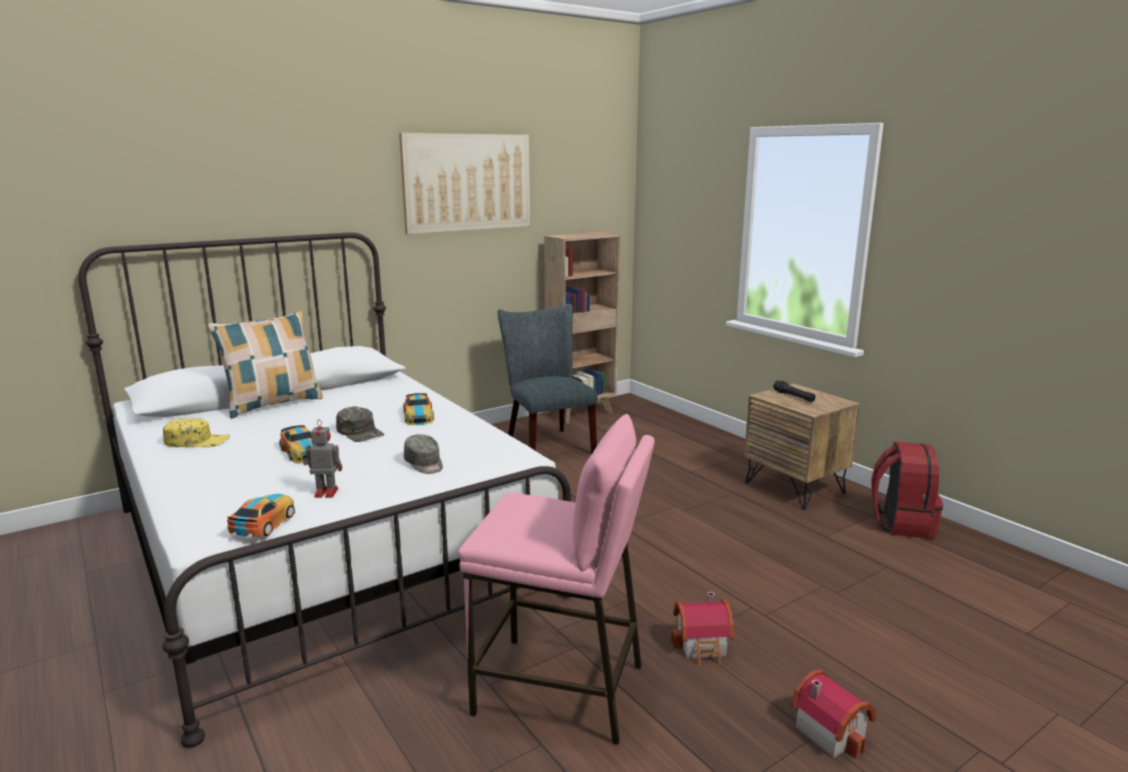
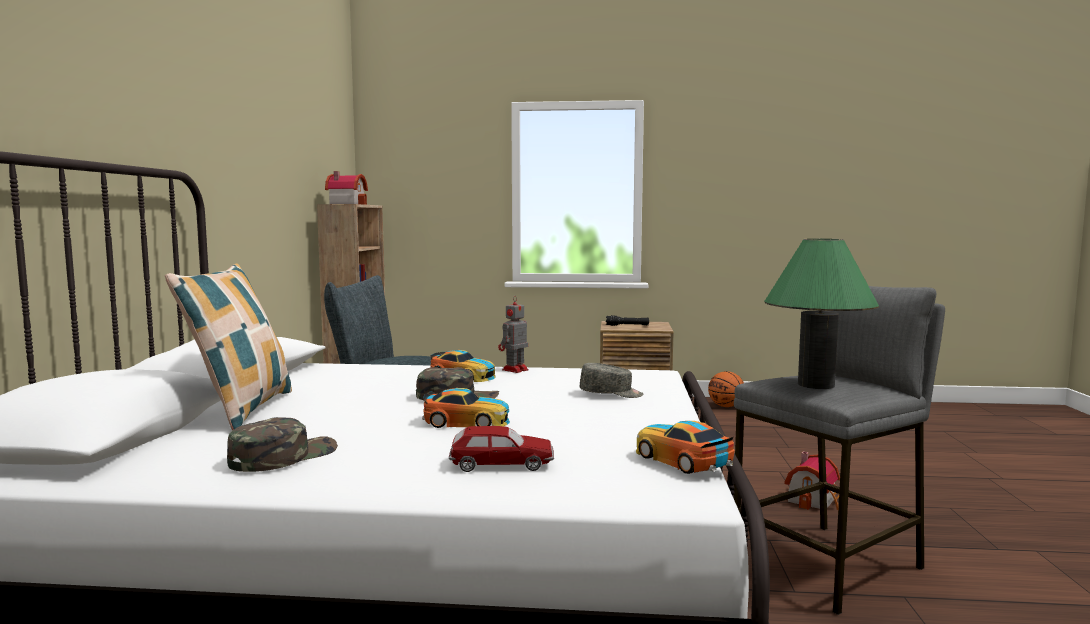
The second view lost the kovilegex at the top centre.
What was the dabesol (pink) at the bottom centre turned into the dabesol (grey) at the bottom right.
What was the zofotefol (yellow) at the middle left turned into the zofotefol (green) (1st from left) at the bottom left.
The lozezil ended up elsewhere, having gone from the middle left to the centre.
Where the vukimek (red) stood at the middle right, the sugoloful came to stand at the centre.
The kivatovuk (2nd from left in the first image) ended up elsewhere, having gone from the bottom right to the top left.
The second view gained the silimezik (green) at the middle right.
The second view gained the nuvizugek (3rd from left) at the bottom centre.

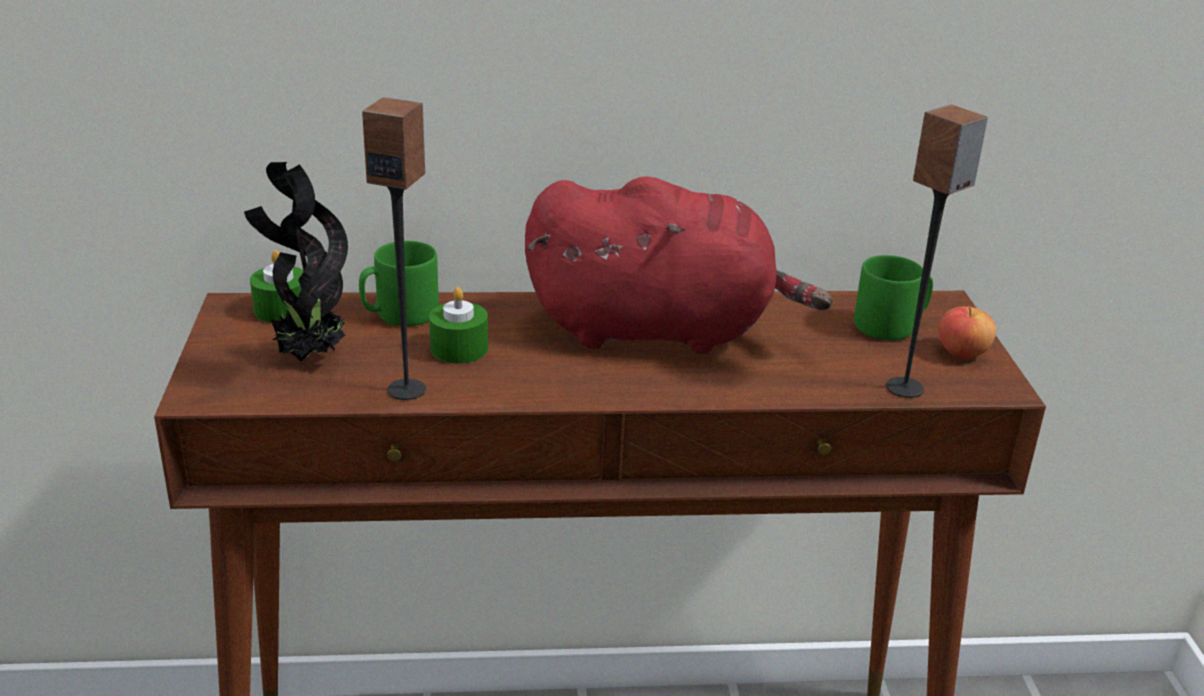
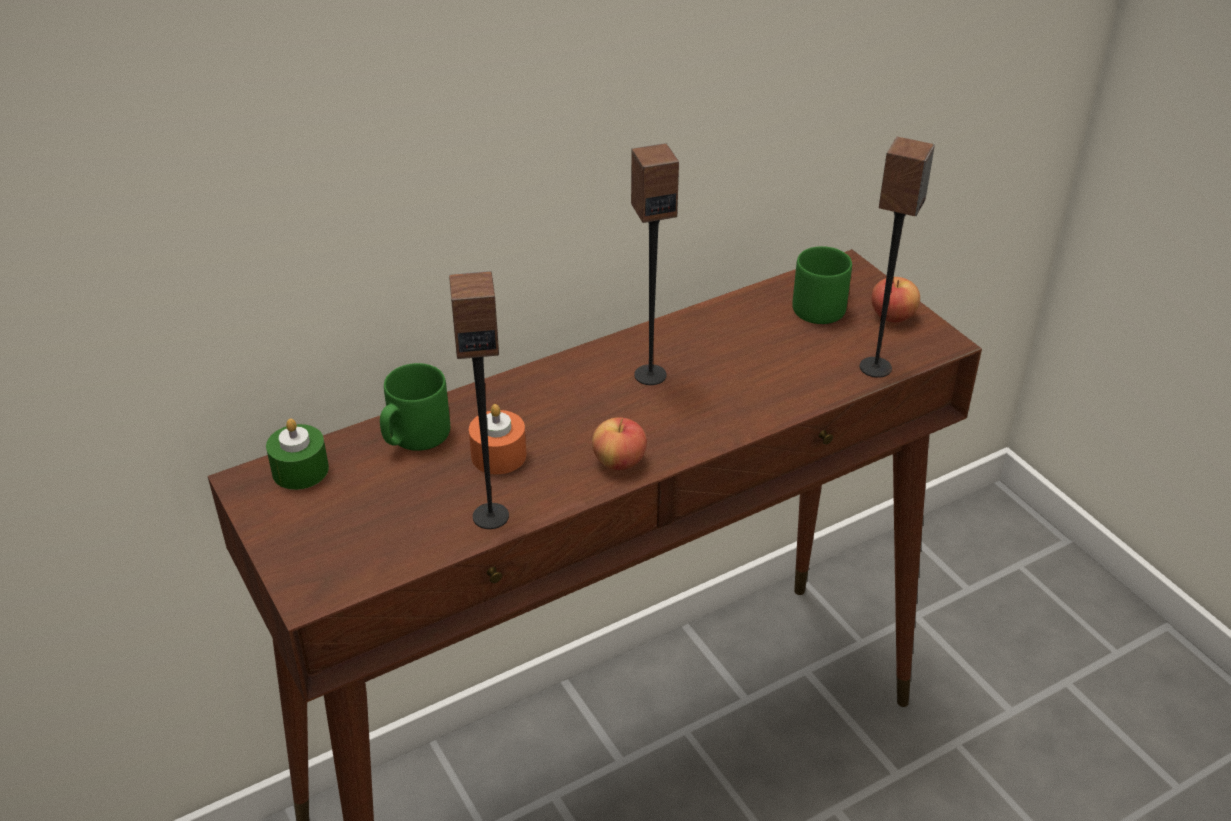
The second view lost the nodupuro at the middle left.
Where the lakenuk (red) stood at the centre, the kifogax (2nd from left) came to stand at the top centre.
What was the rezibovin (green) (2nd from left) at the centre turned into the rezibovin (orange) at the centre.
The second view gained the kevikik (1st from left) at the centre.

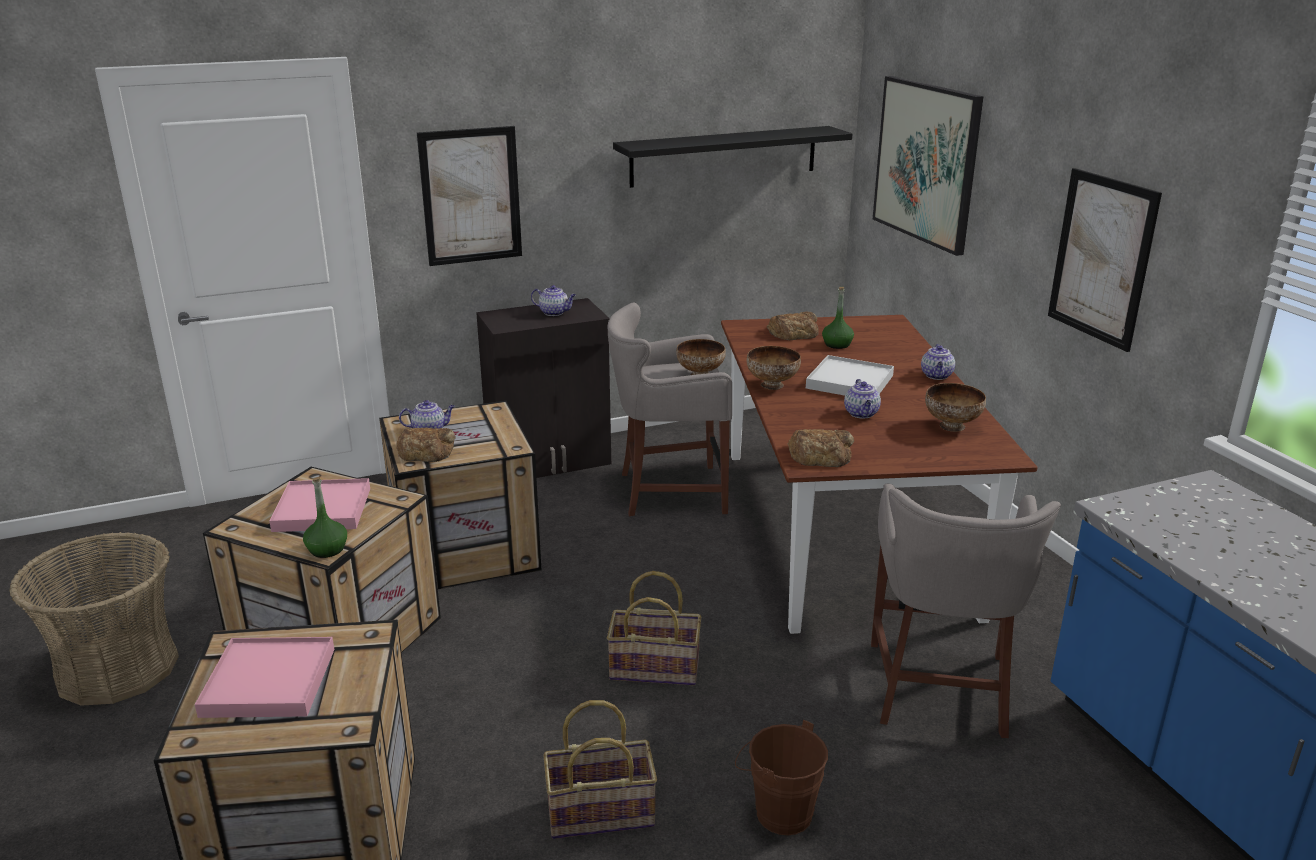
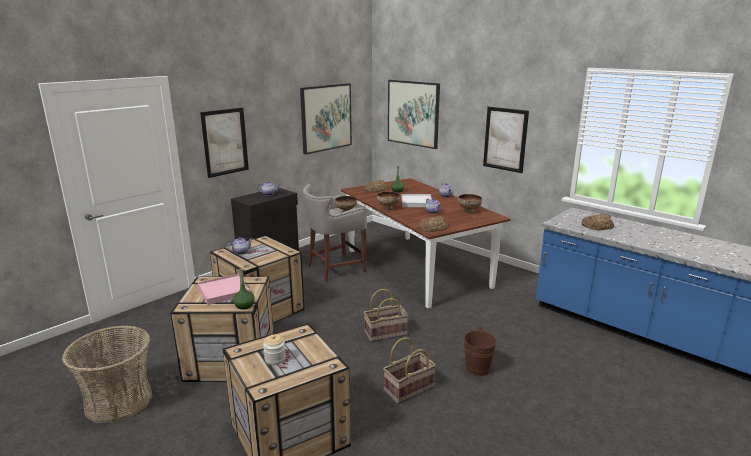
Where the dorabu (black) hung at the top centre, the kovilegex (2nd from left) came to hang at the top centre.
The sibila (1st from left in the first image) ended up elsewhere, having gone from the middle left to the middle right.
The second view lost the dabesol (grey) (2nd from left) at the bottom right.
Where the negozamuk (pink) (1st from left) stood at the bottom left, the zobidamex came to stand at the bottom centre.

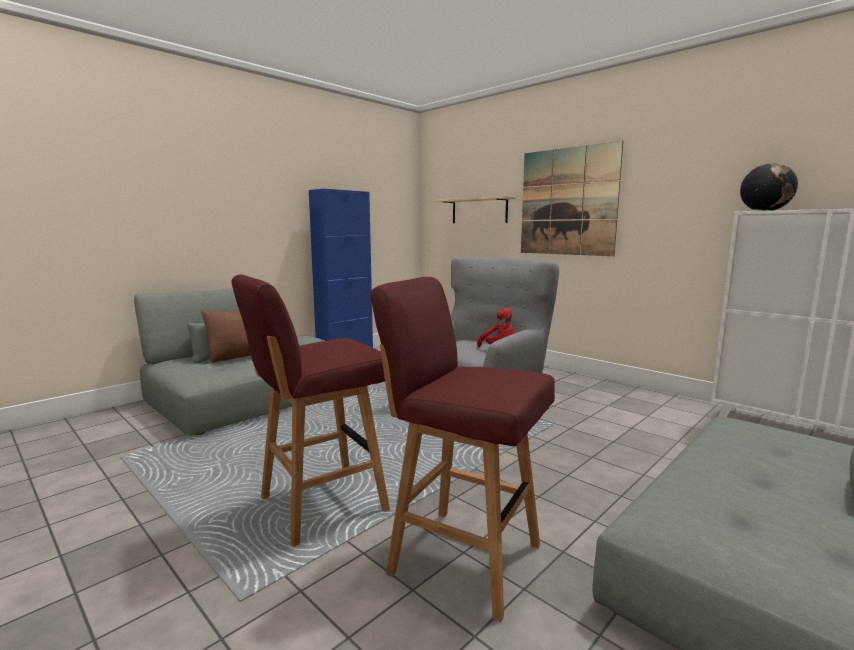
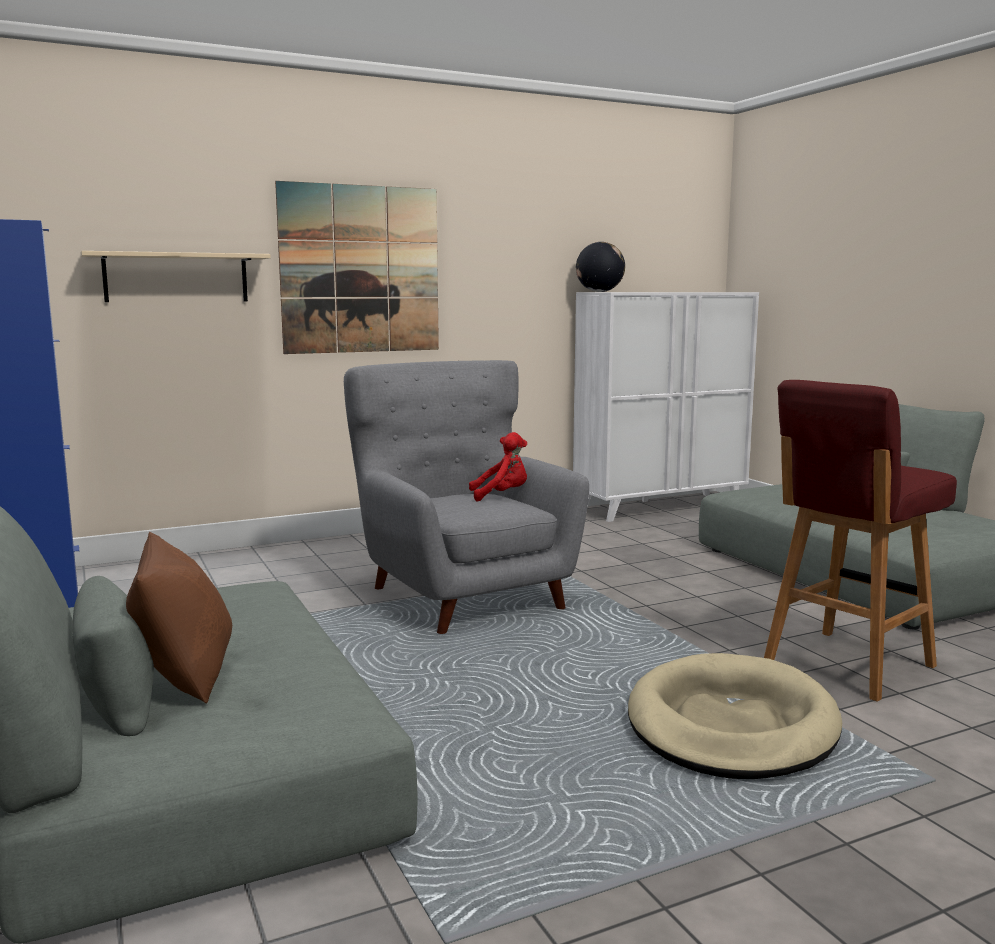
Where the dabesol (red) (1st from left) stood at the centre, the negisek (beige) came to stand at the bottom right.

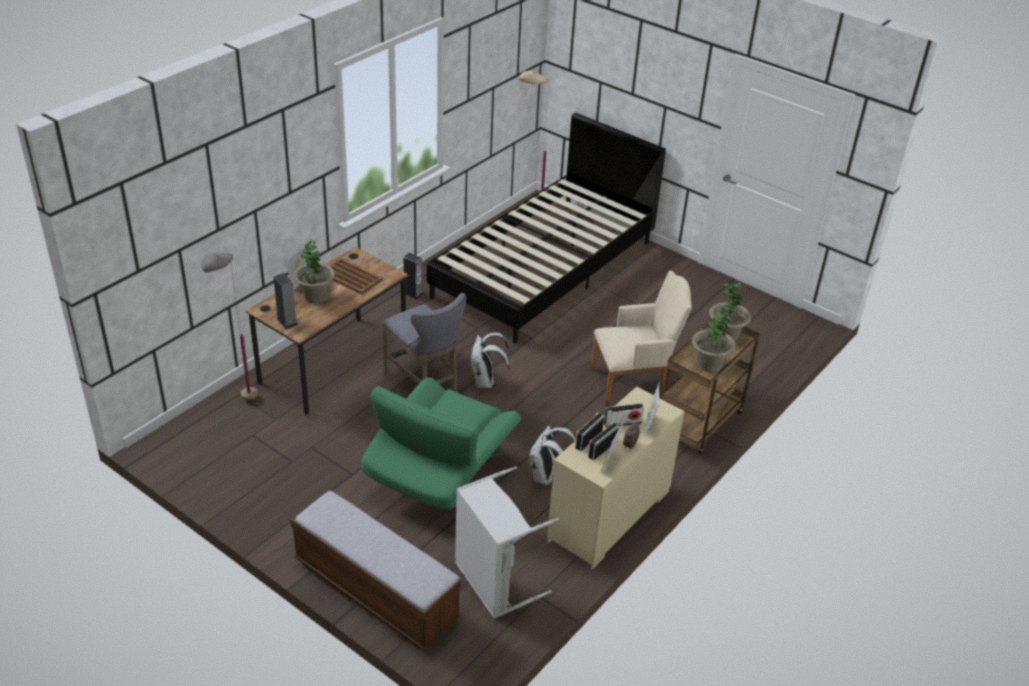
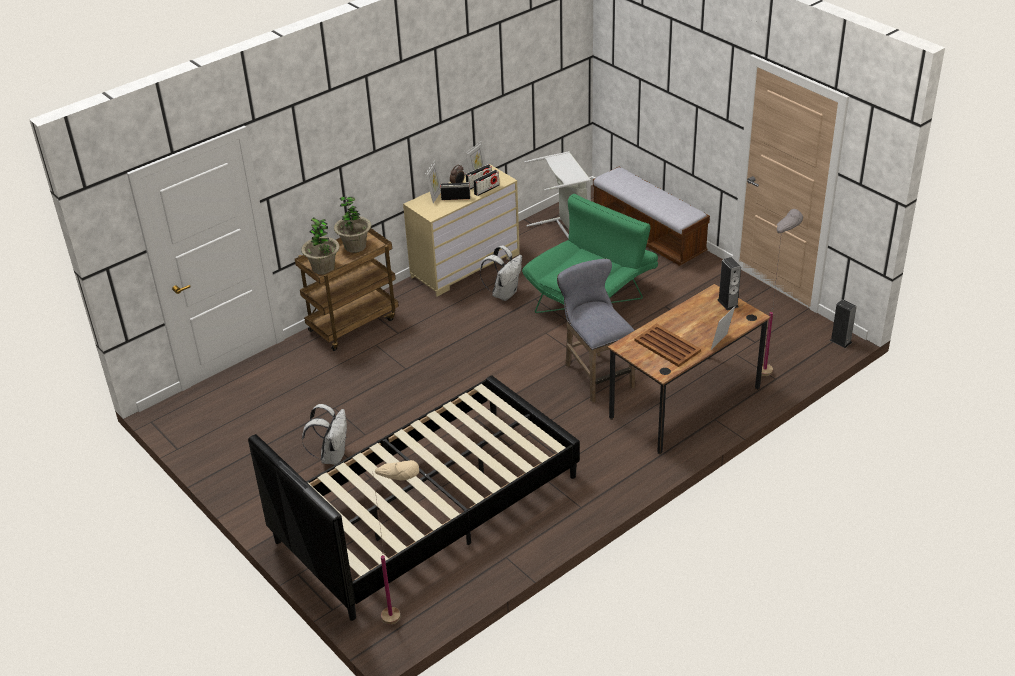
The second view lost the nodupuro (1st from left) at the middle left.
The kifogax (2nd from left) ended up elsewhere, having gone from the centre to the middle right.
The second view lost the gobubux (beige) at the centre.
The vukimek (white) (1st from left) ended up elsewhere, having gone from the centre to the middle left.

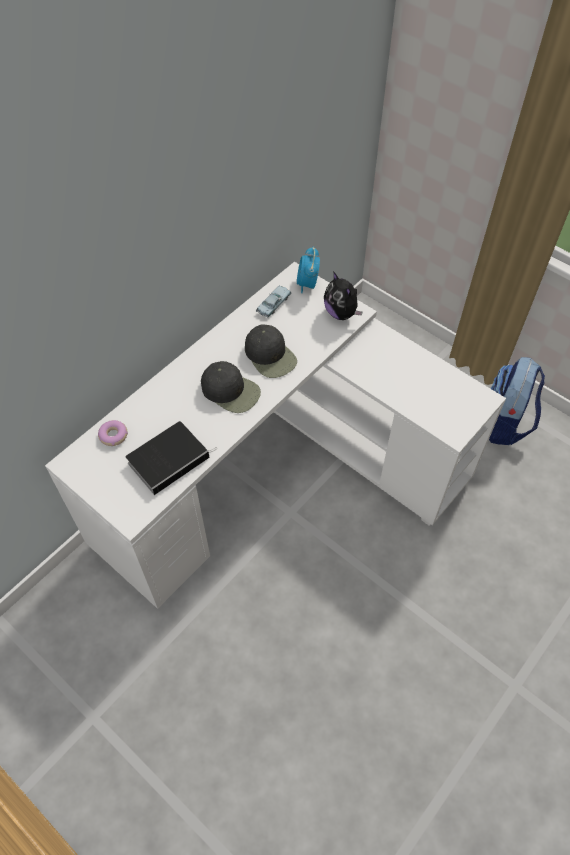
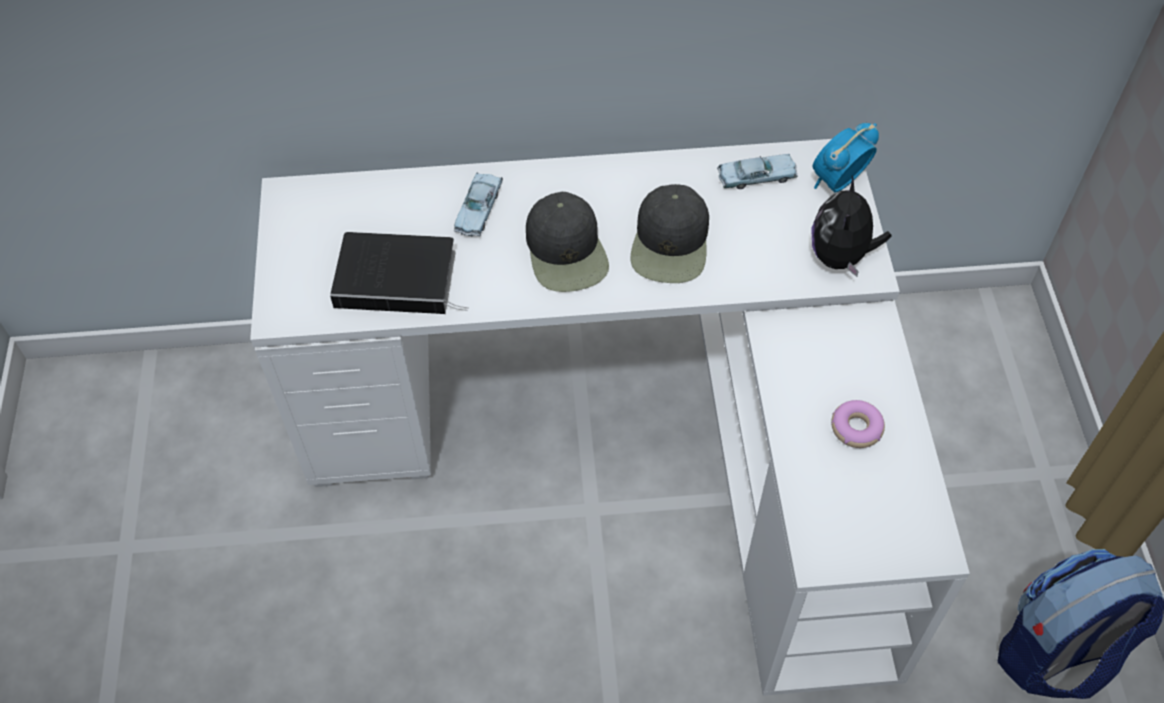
The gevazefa ended up elsewhere, having gone from the middle left to the middle right.
The second view gained the nuvizugek (blue) (1st from left) at the top centre.

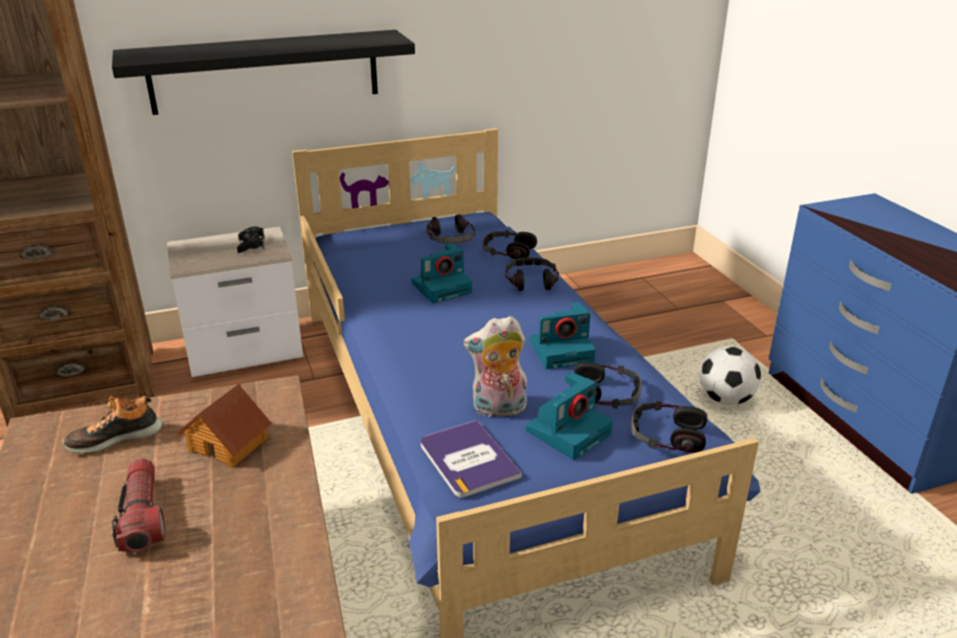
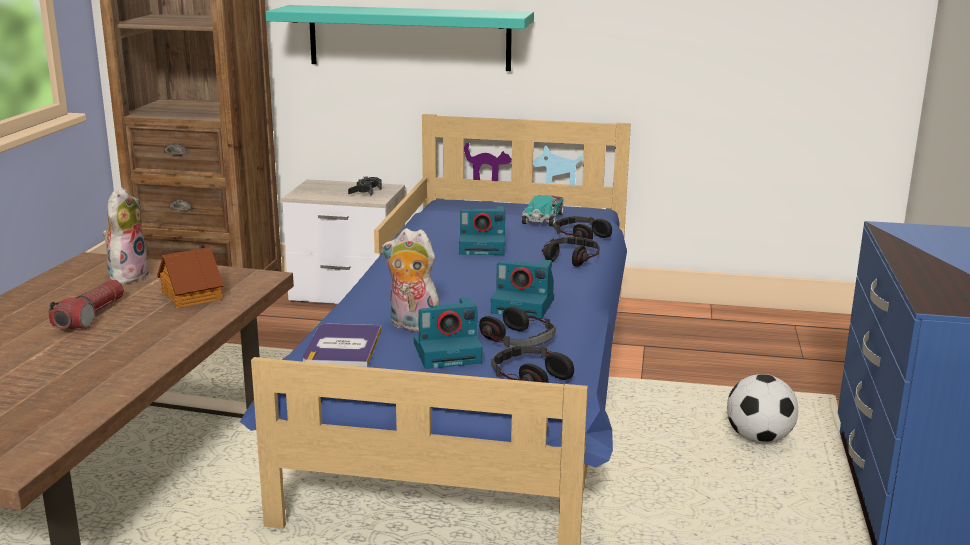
What was the dorabu (black) at the top left turned into the dorabu (turquoise) at the top centre.
Where the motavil (1st from left) stood at the centre, the nuvizugek came to stand at the centre.
Where the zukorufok stood at the middle left, the lakenuk (1st from left) came to stand at the middle left.

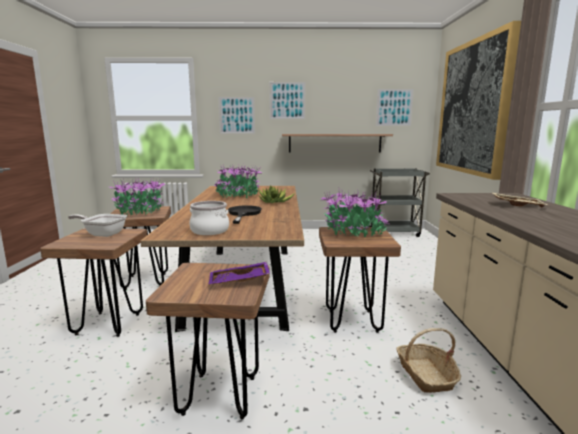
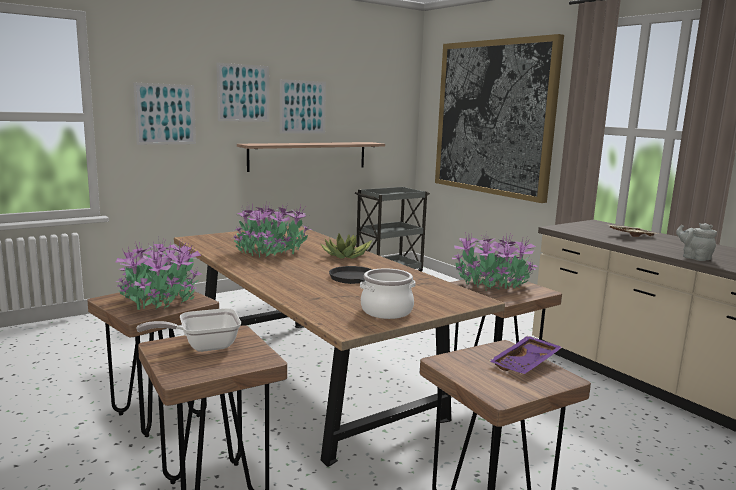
The kovilegex (3rd from left) ended up elsewhere, having gone from the top right to the top centre.
The second view lost the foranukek at the bottom right.
The second view gained the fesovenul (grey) at the middle right.

